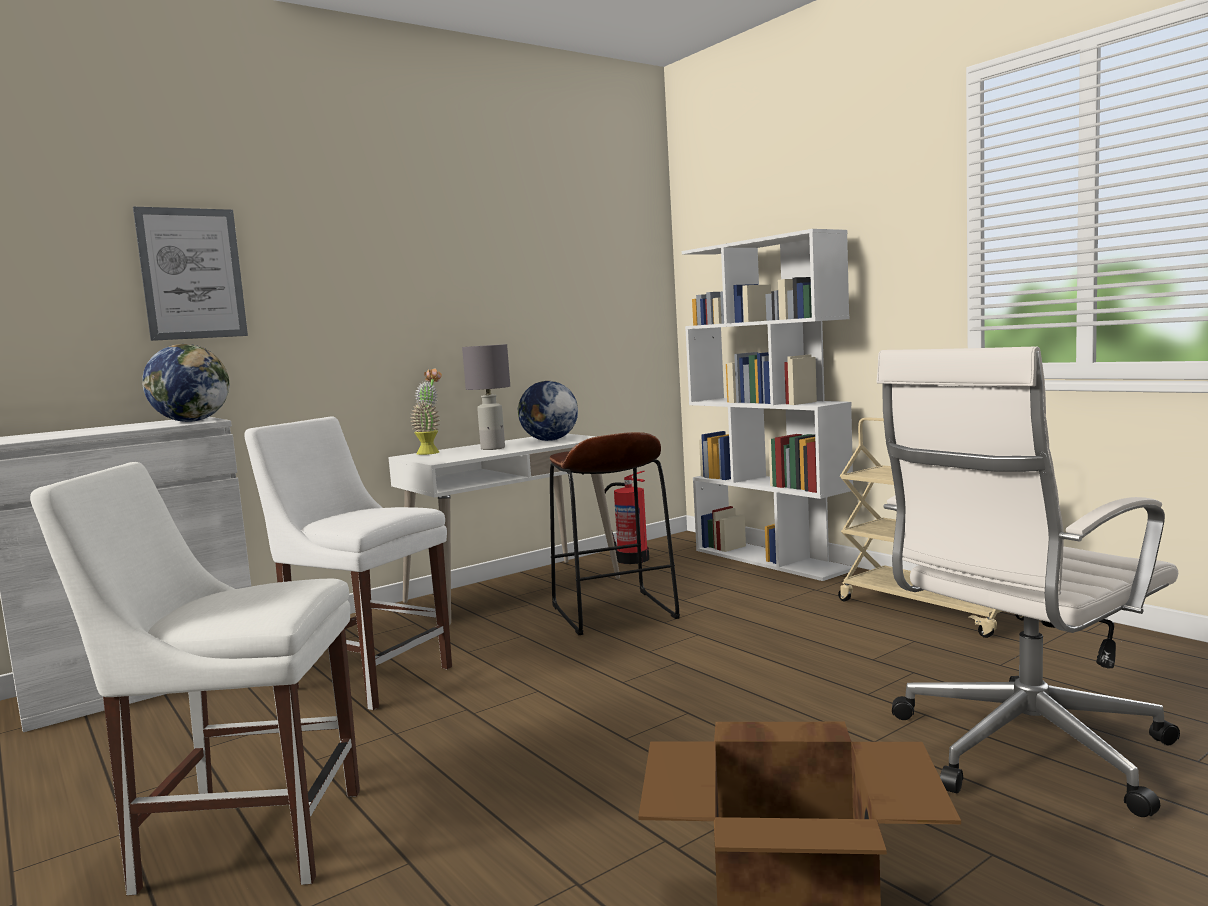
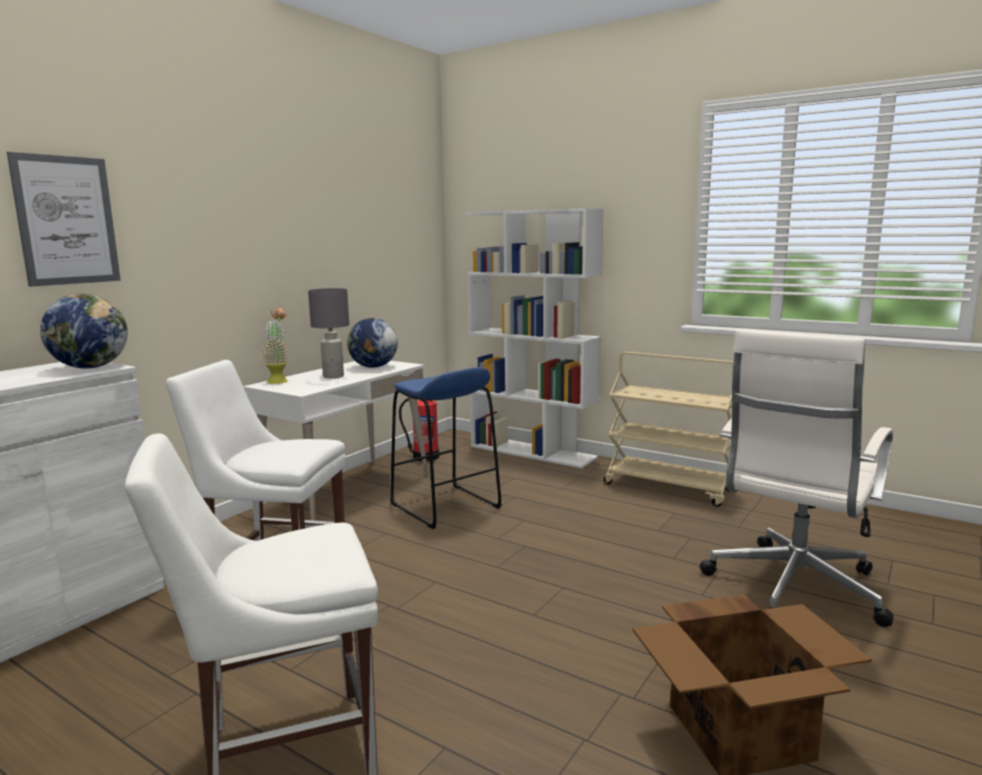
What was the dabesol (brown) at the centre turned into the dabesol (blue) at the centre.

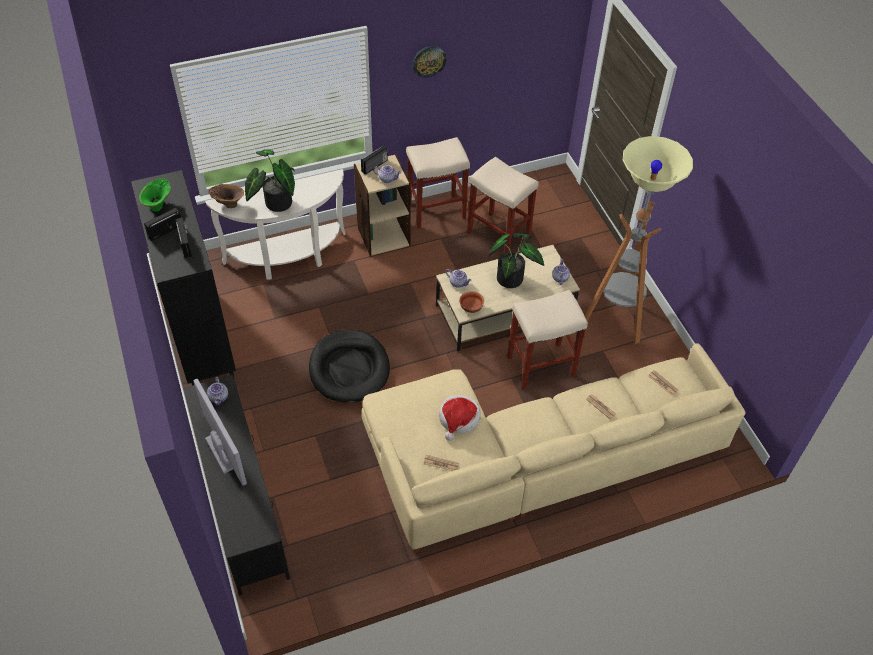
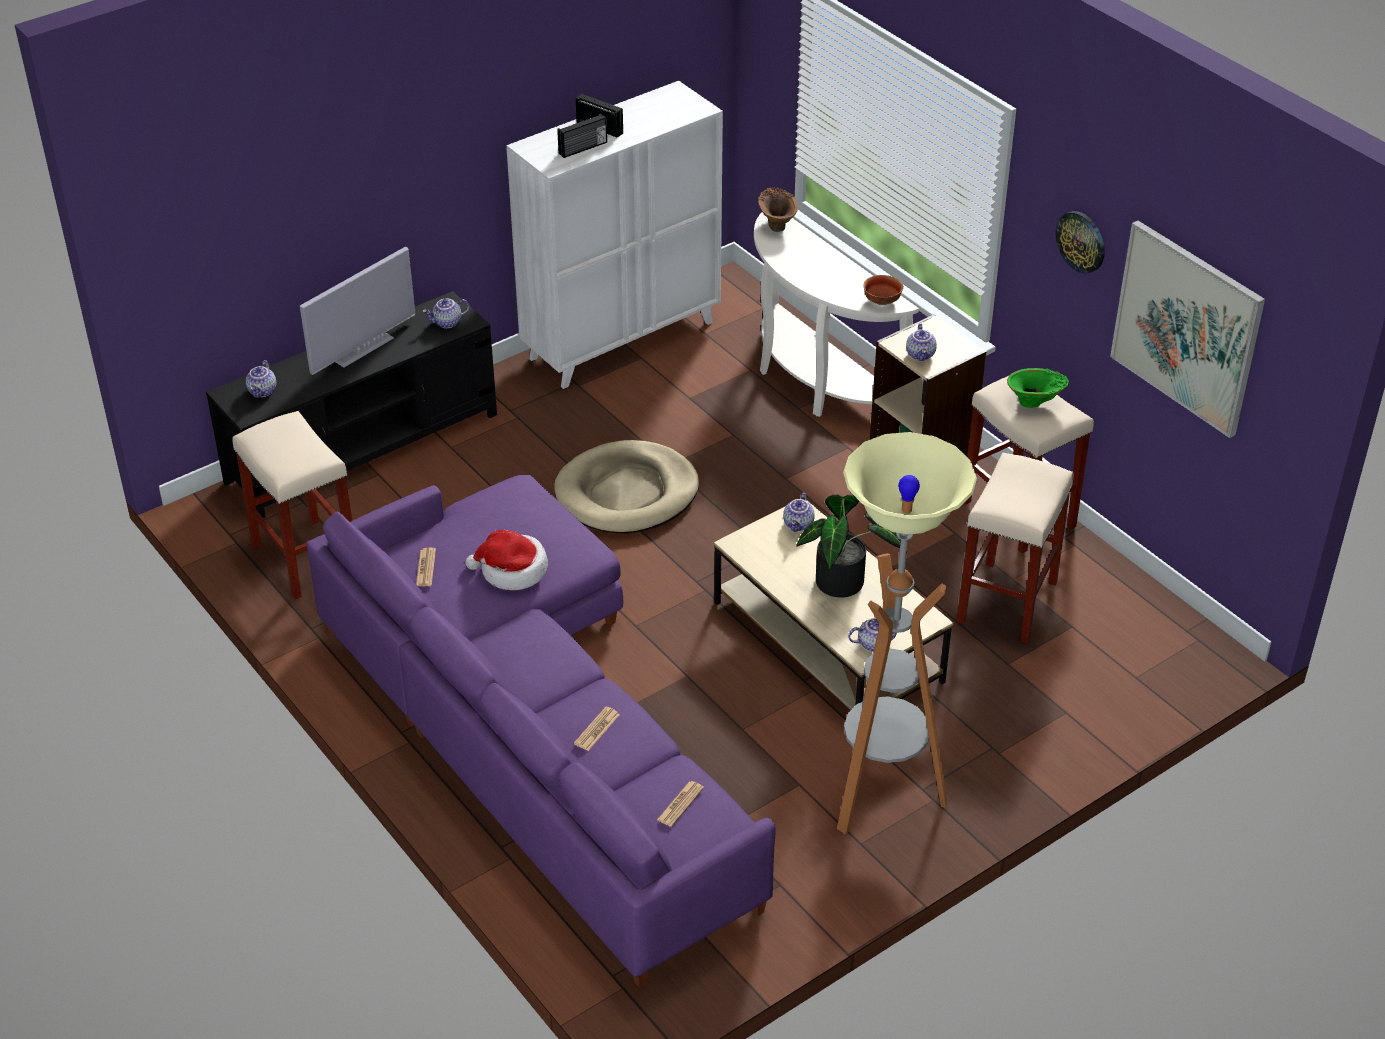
The second view lost the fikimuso (3rd from left) at the top centre.
The second view lost the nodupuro (1st from left) at the top left.
What was the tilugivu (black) at the middle left turned into the tilugivu (white) at the top centre.
The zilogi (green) ended up elsewhere, having gone from the top left to the middle right.
The dabesol (beige) (3rd from left in the first image) ended up elsewhere, having gone from the centre to the middle left.
The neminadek ended up elsewhere, having gone from the centre to the top centre.
What was the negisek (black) at the centre turned into the negisek (beige) at the centre.
What was the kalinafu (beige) at the bottom centre turned into the kalinafu (purple) at the bottom centre.
The second view gained the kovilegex at the top right.
The second view gained the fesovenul (1st from left) at the middle left.

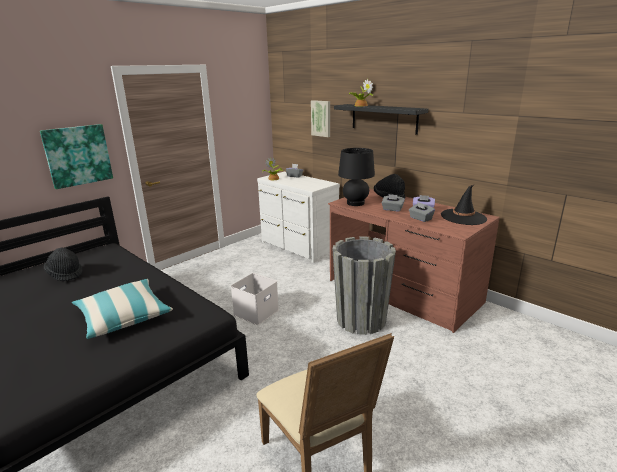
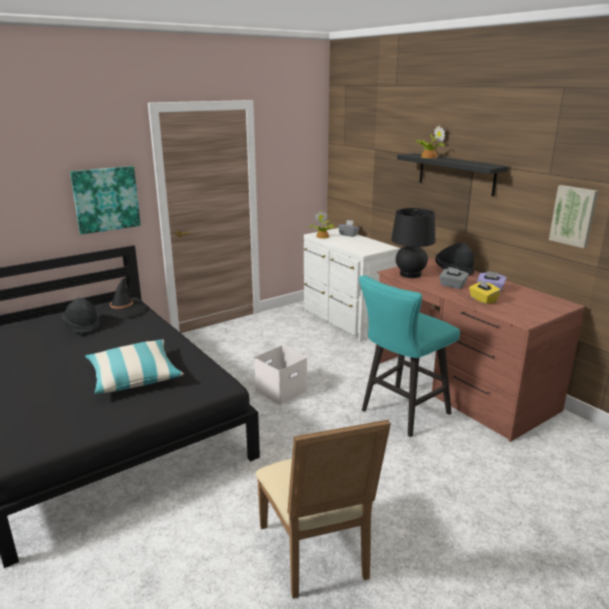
The kovilegex (2nd from left) ended up elsewhere, having gone from the top centre to the middle right.
The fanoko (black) (3rd from left in the first image) ended up elsewhere, having gone from the middle right to the middle left.
What was the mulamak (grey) (3rd from left) at the middle right turned into the mulamak (yellow) at the middle right.
Where the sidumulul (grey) stood at the centre, the dabesol (turquoise) came to stand at the middle right.

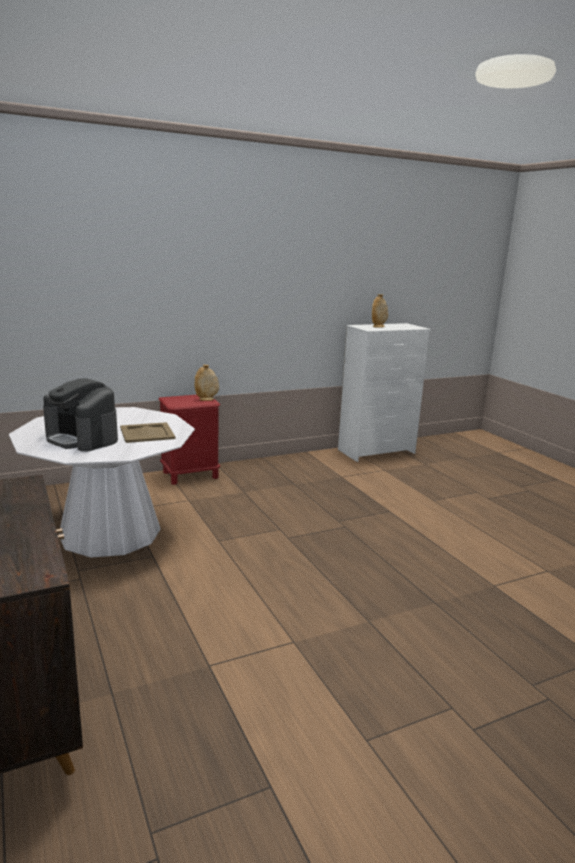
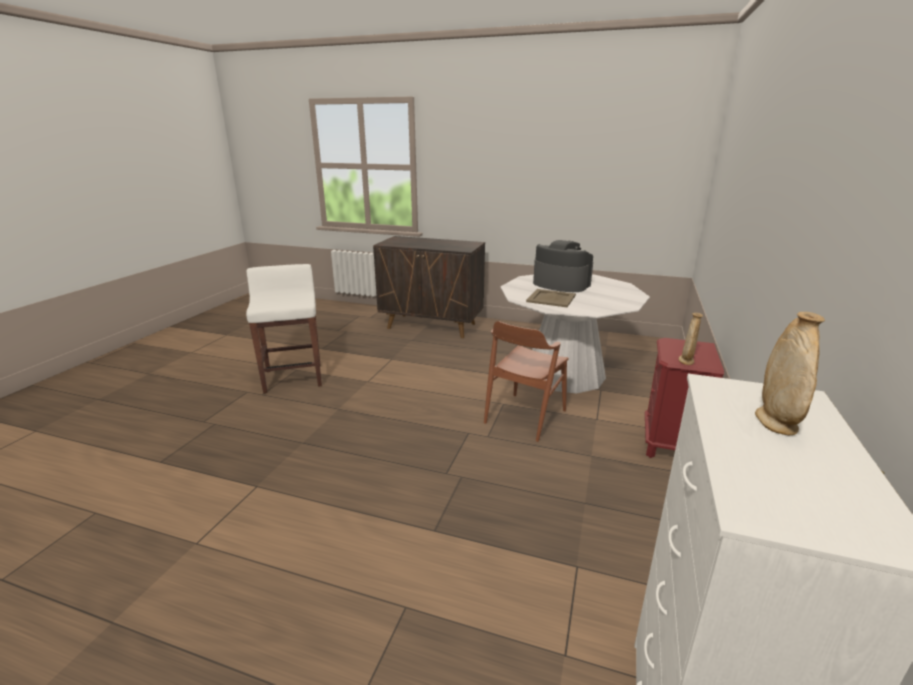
The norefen at the middle left ended up facing another way, 45 degrees clockwise from before.
The second view gained the dabesol (white) at the middle left.
The second view gained the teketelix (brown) at the centre.

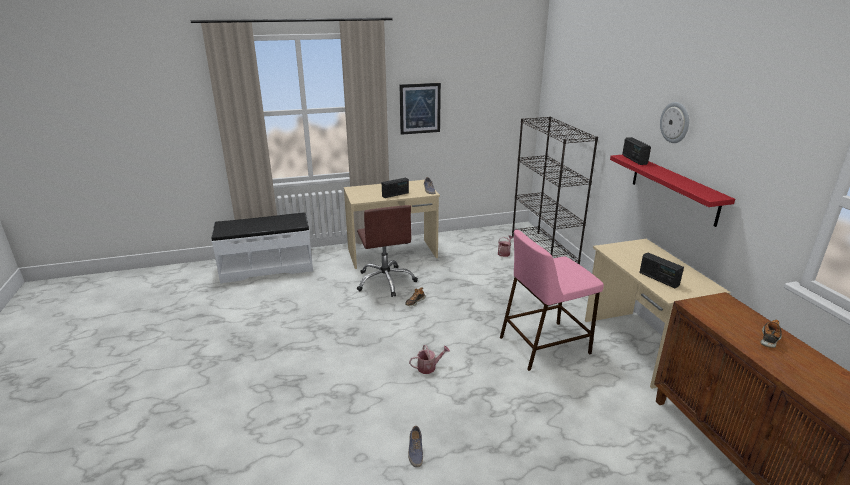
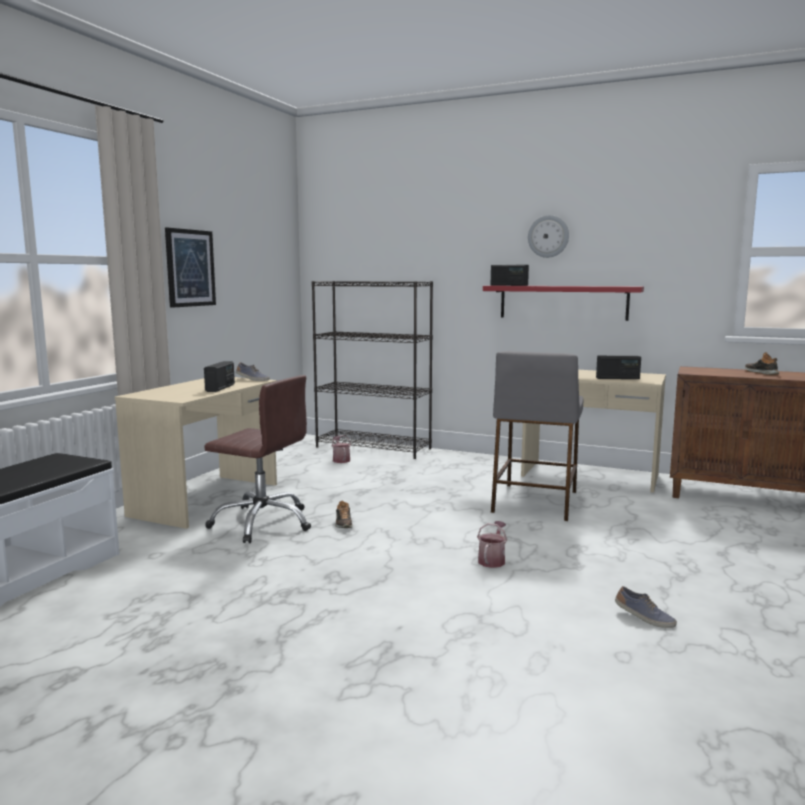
What was the dabesol (pink) at the centre turned into the dabesol (grey) at the middle right.

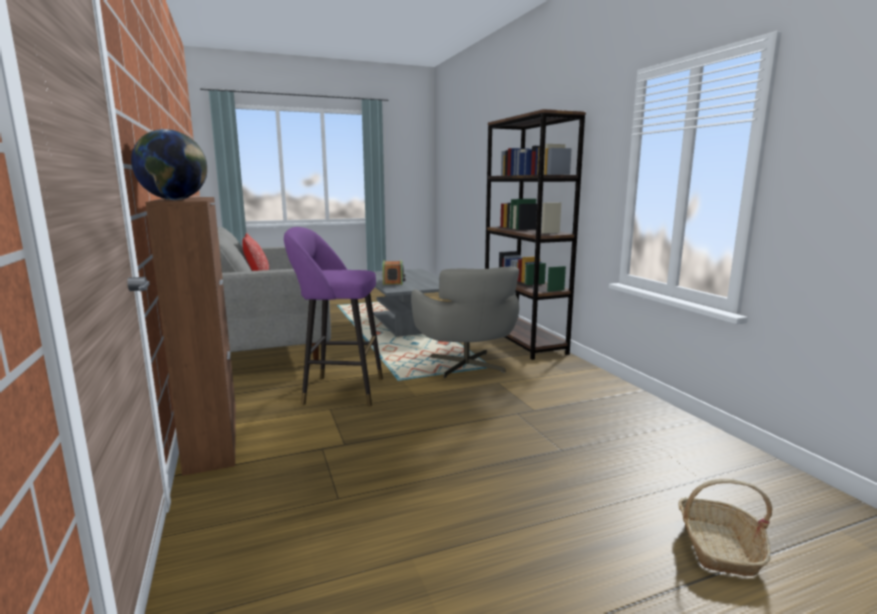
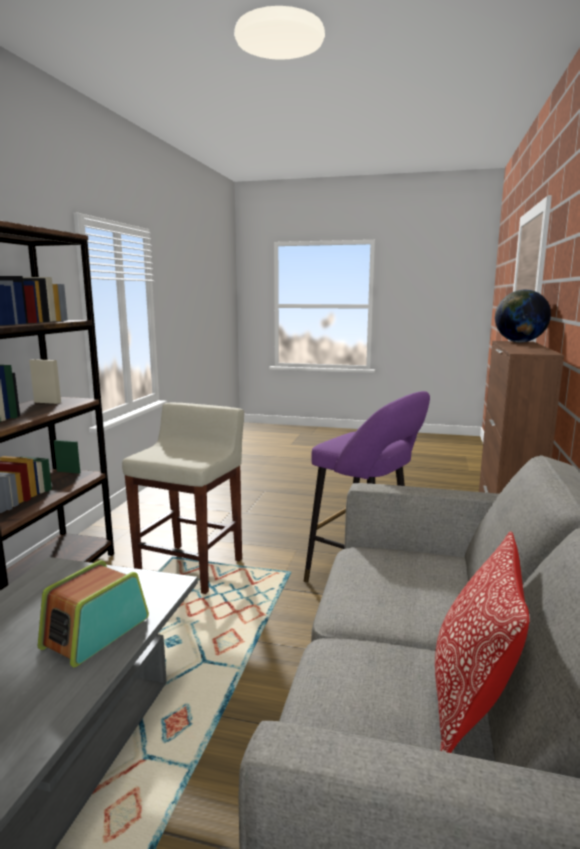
Where the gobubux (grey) stood at the centre, the dabesol (beige) came to stand at the middle left.
The second view lost the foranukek at the bottom right.

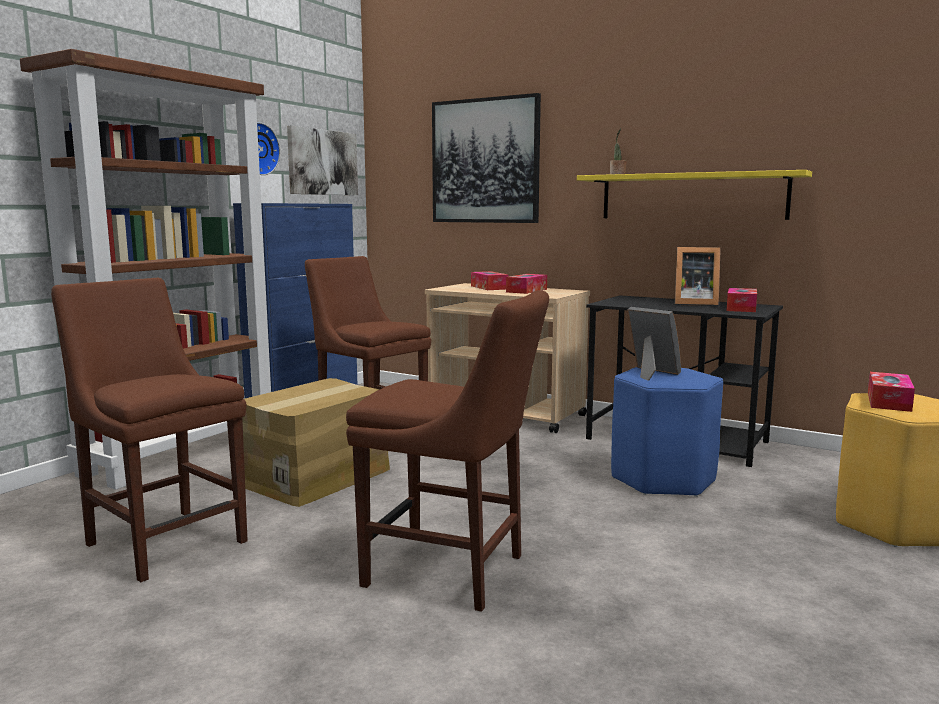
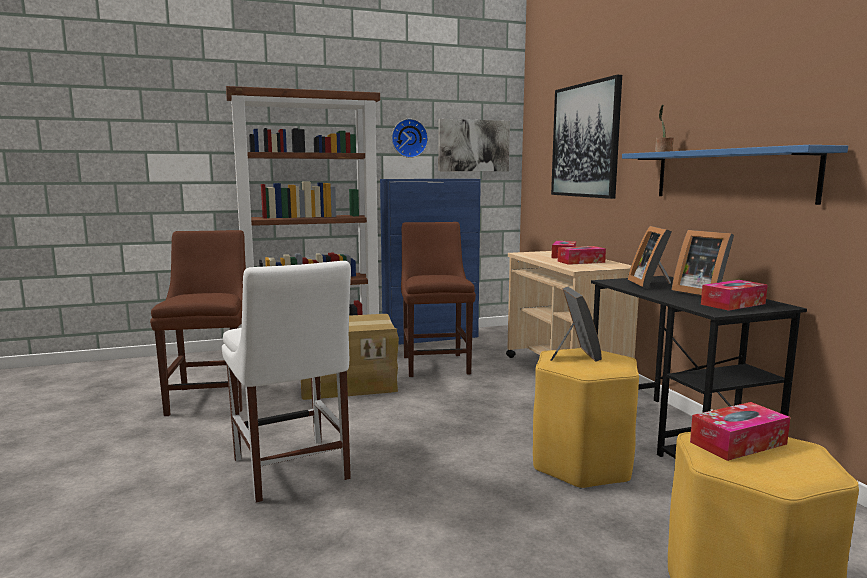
What was the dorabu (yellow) at the top right turned into the dorabu (blue) at the top right.
What was the teketelix (brown) (3rd from left) at the centre turned into the teketelix (white) at the middle left.
What was the dabesol (blue) at the middle right turned into the dabesol (yellow) (1st from left) at the bottom right.
The second view gained the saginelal (2nd from left) at the middle right.

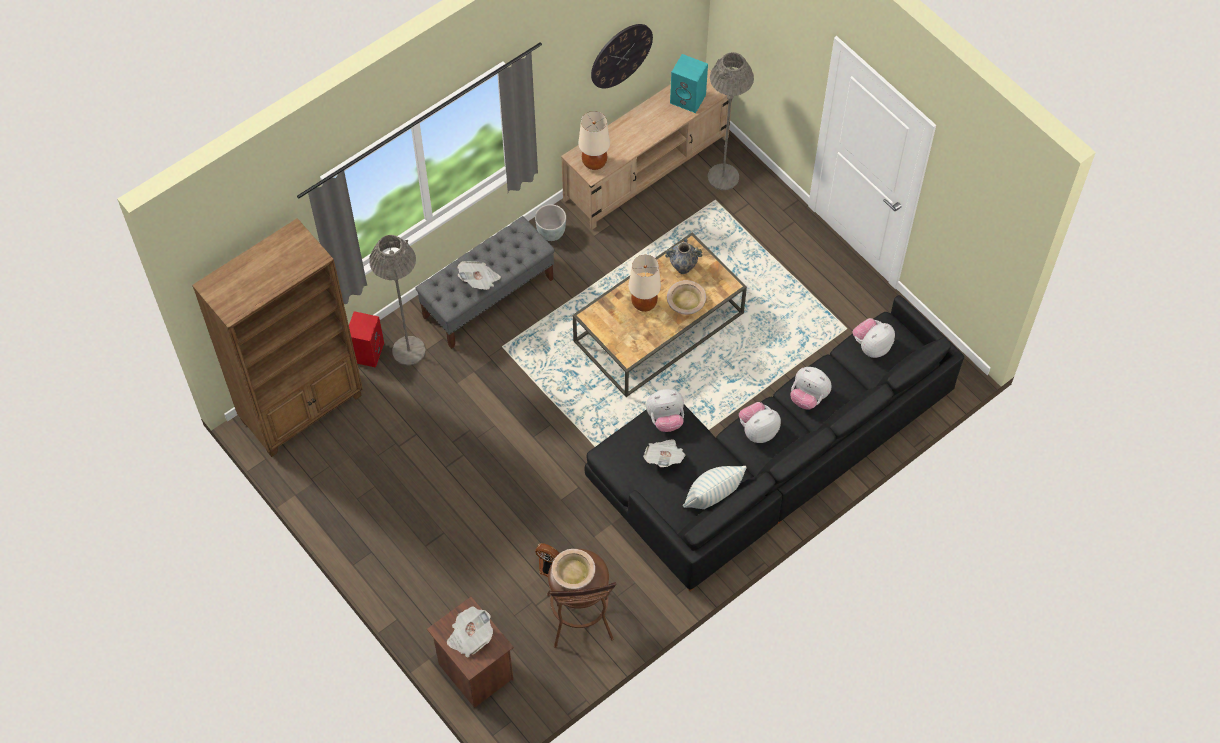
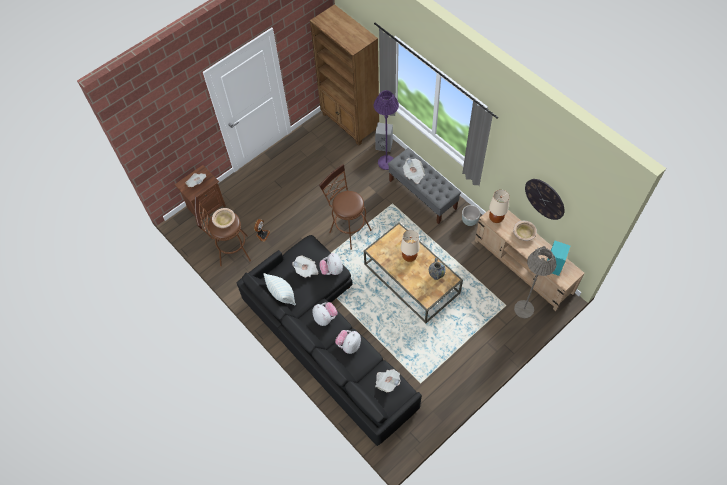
What was the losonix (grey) (1st from left) at the middle left turned into the losonix (purple) at the top centre.
The neminadek (beige) (2nd from left) ended up elsewhere, having gone from the centre to the middle right.
What was the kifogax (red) at the middle left turned into the kifogax (grey) at the top centre.
Where the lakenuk (4th from left) stood at the middle right, the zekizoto (3rd from left) came to stand at the bottom centre.
The second view gained the dabesol (brown) (2nd from left) at the centre.

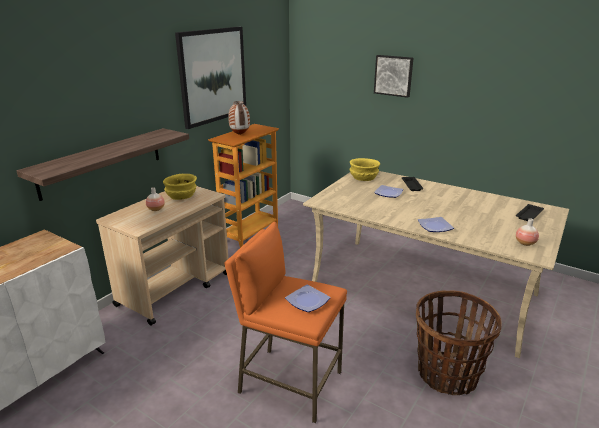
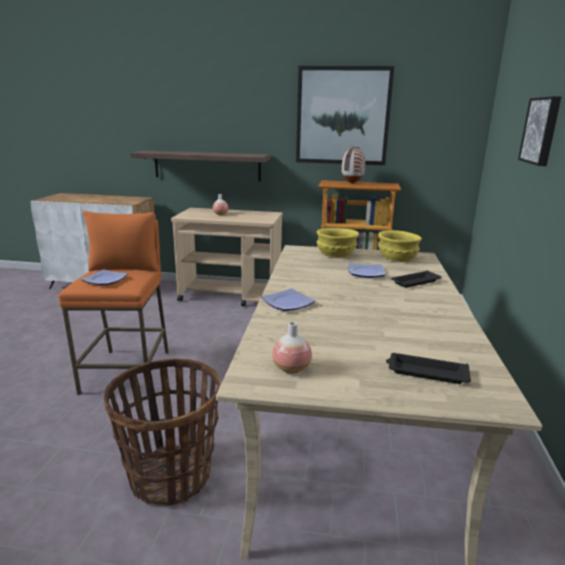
The neminadek (yellow) (1st from left) ended up elsewhere, having gone from the middle left to the centre.

